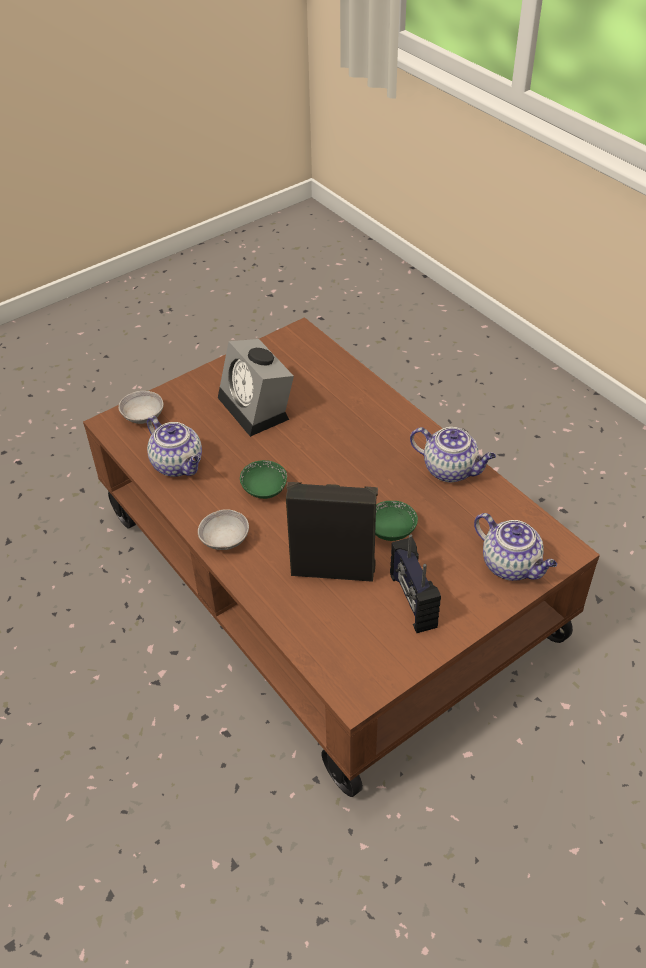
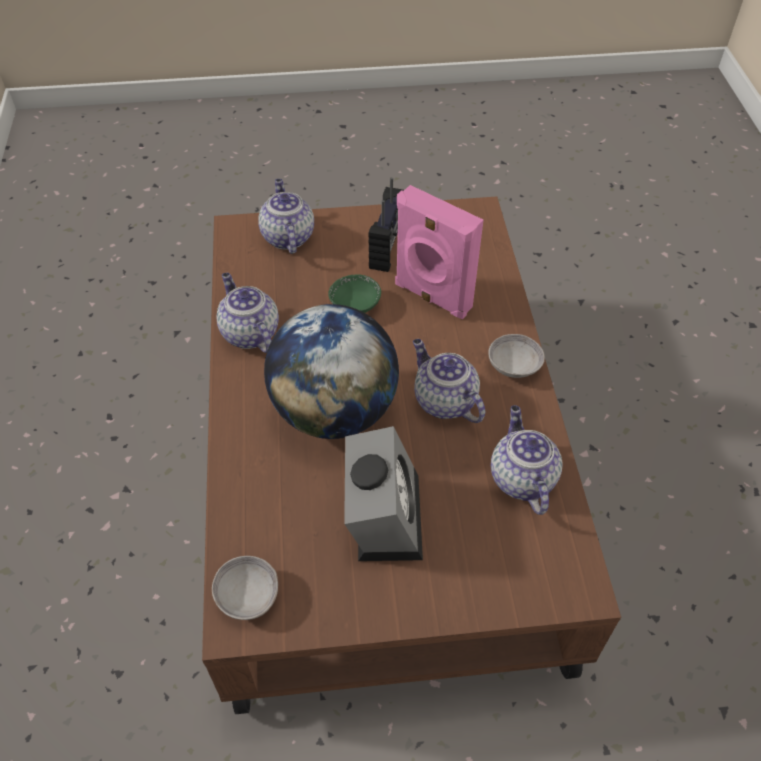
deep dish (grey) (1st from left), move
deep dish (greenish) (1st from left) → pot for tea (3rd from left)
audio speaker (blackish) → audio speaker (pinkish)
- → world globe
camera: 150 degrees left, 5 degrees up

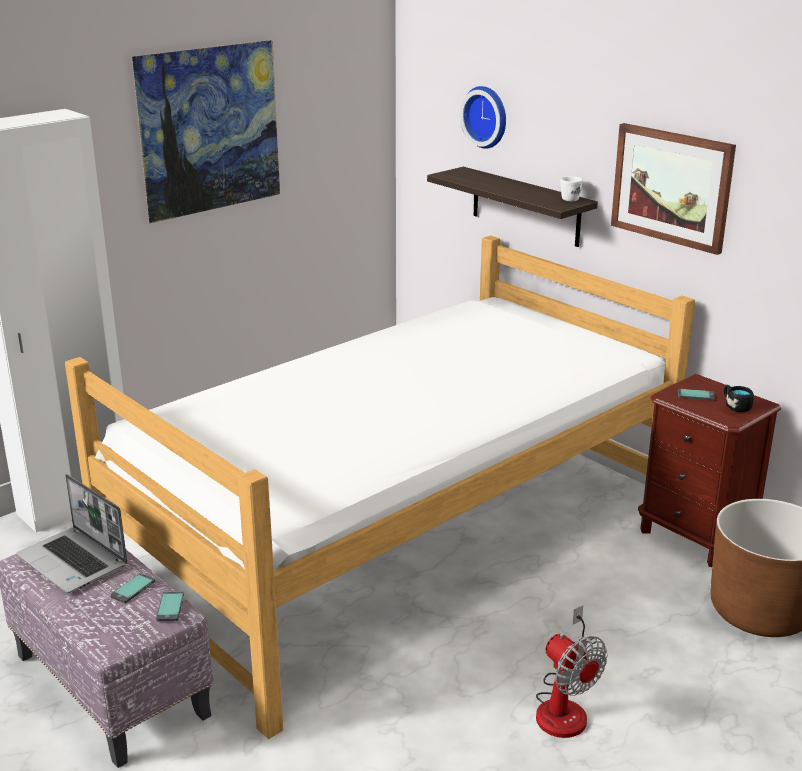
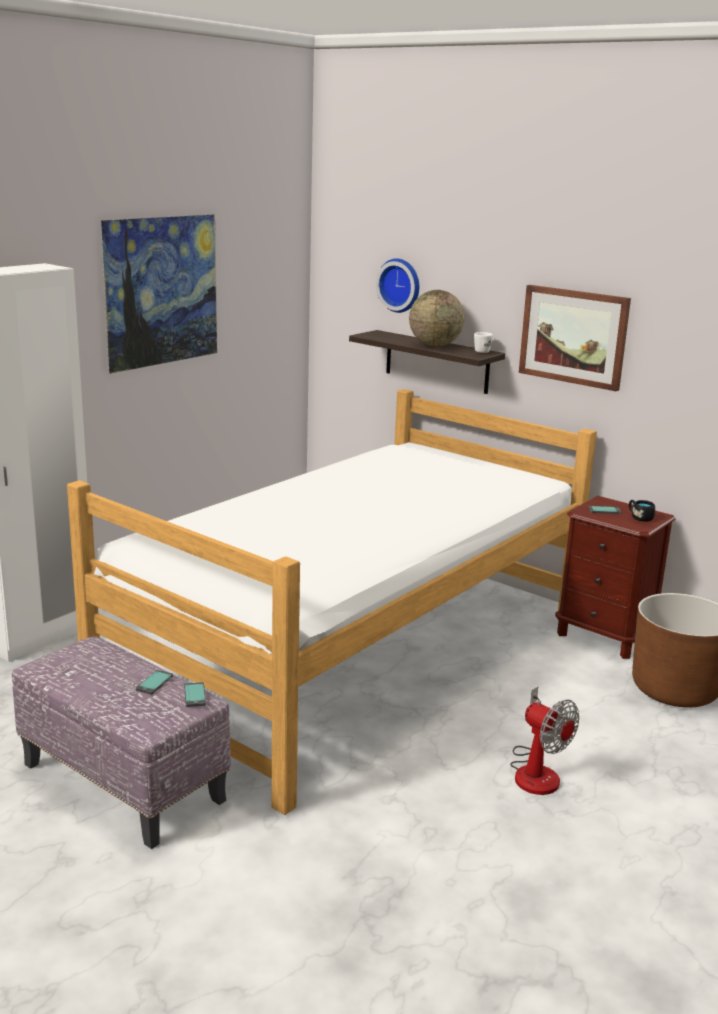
notebook computer → -
- → world globe
camera: 10 degrees left, 5 degrees down

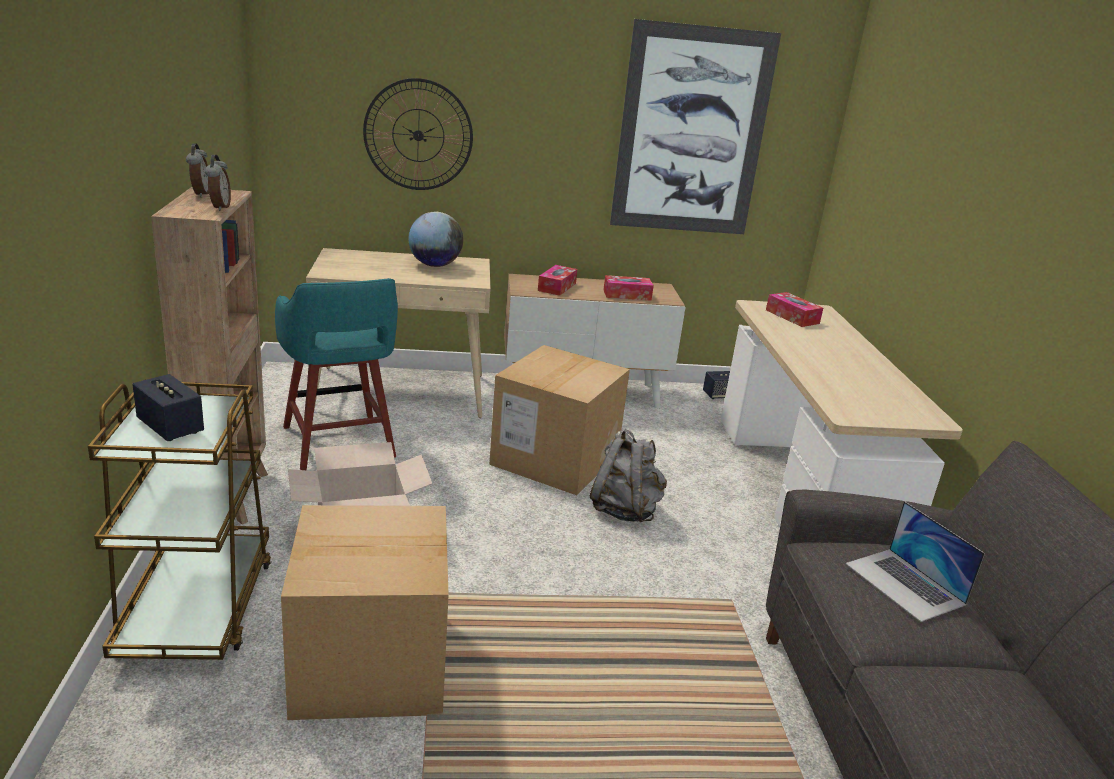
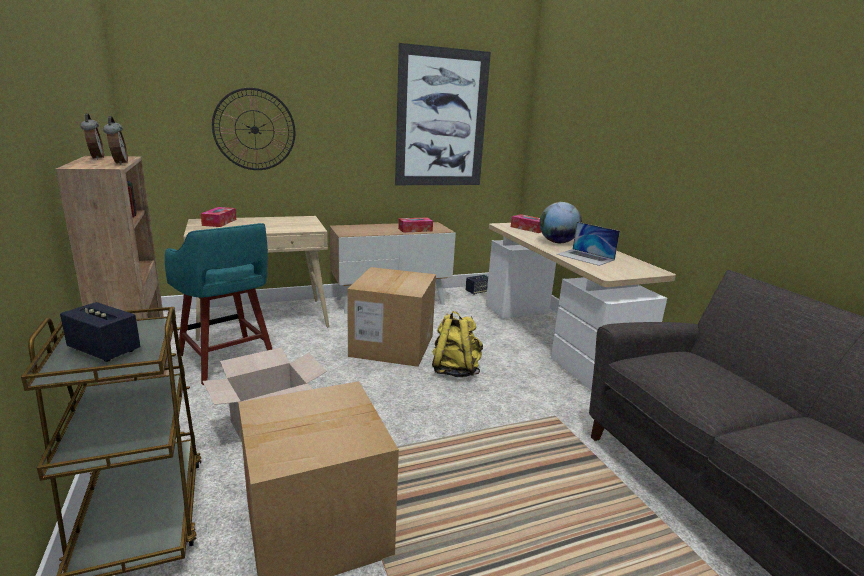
world globe, move
tissue holder (1st from left), move
rucksack (grey) → rucksack (yellow)
notebook computer, move
camera: 15 degrees left, 5 degrees down

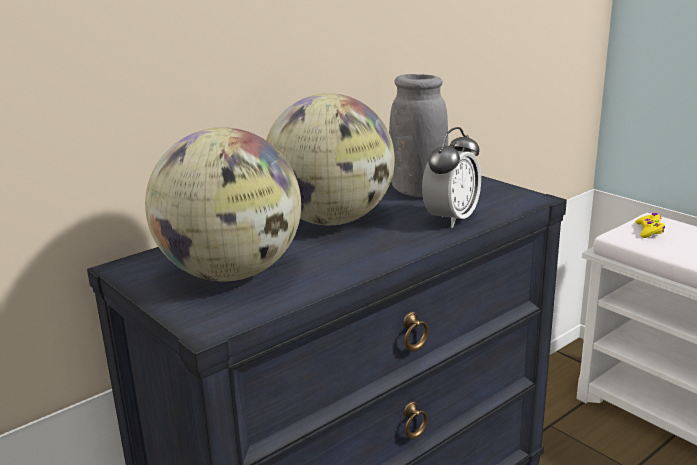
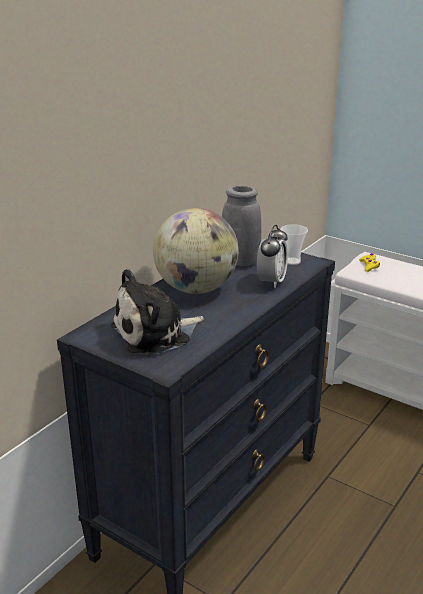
world globe (1st from left) → cuddly toy
- → drinking cup
camera: 15 degrees left, 5 degrees up

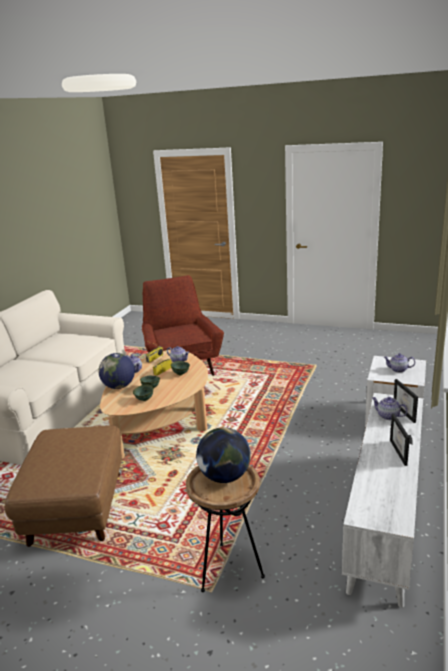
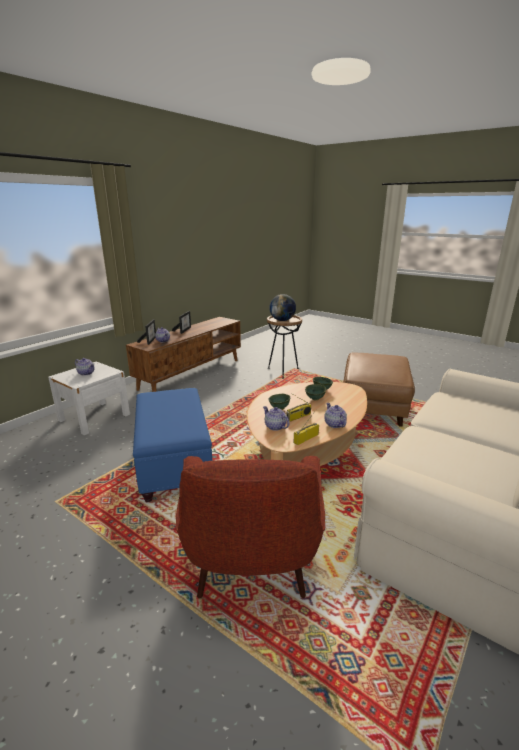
world globe (1st from left) → -
tv stand (whitish) → tv stand (brownish)
- → pouffe (bluish)
camera: 165 degrees left, 0 degrees up

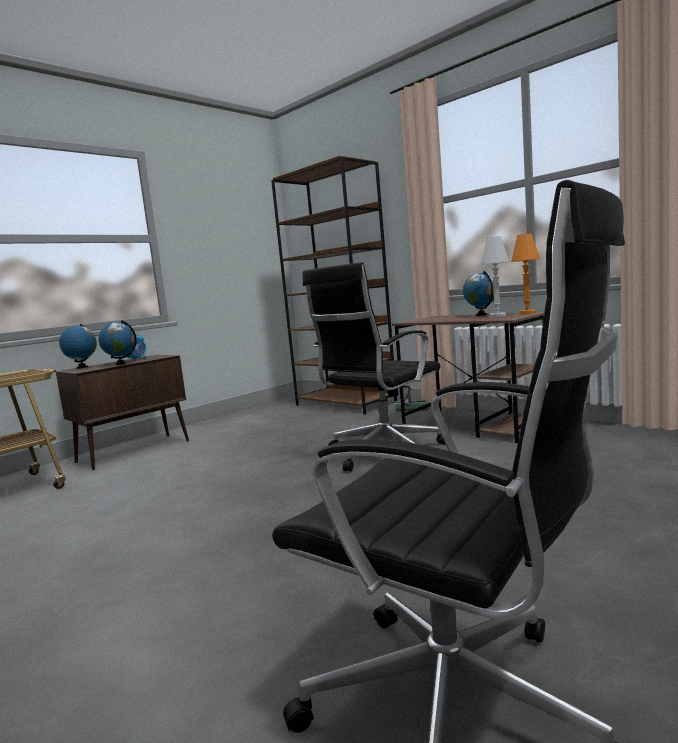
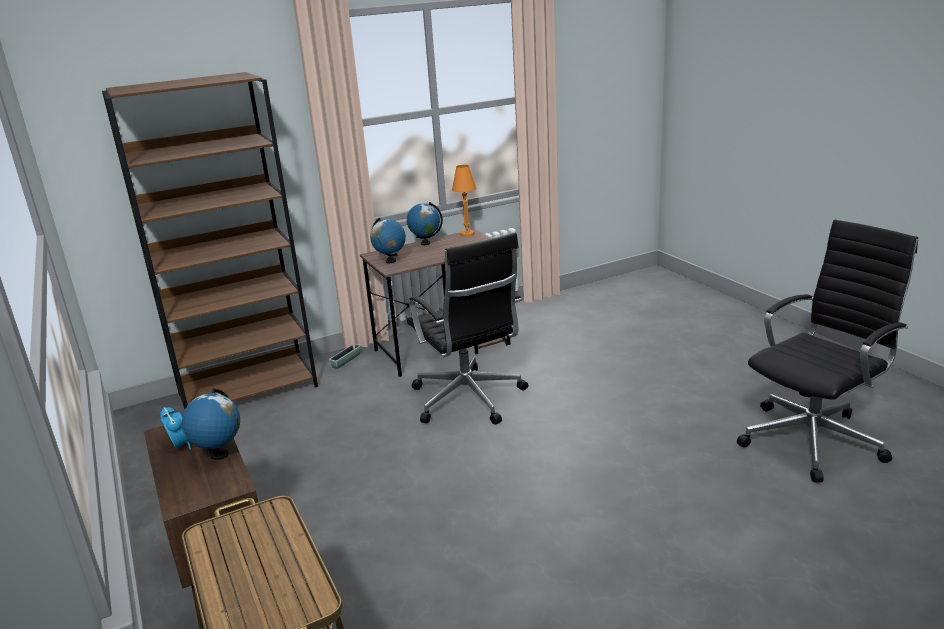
world globe (1st from left in the first image) → world globe (2nd from left), move
lamp for a table (whitish) → -
camera: 70 degrees left, 15 degrees up

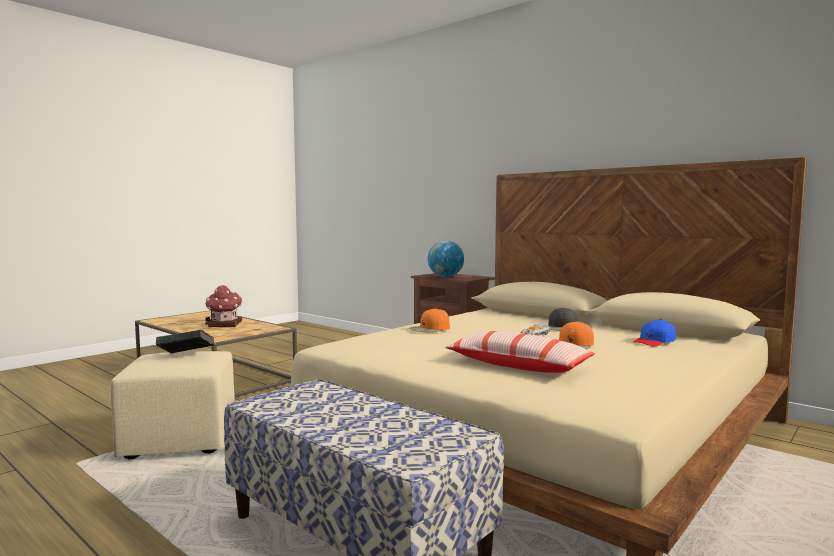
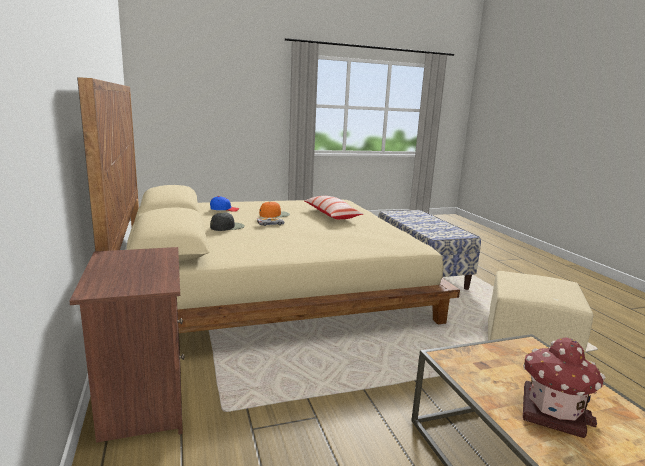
bound book → -
cap (orange) (1st from left) → -
world globe → -
camera: 150 degrees left, 10 degrees up

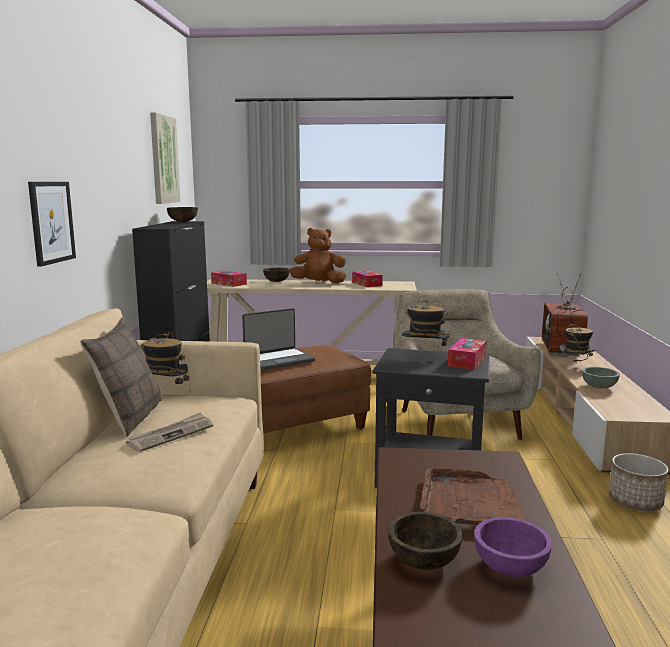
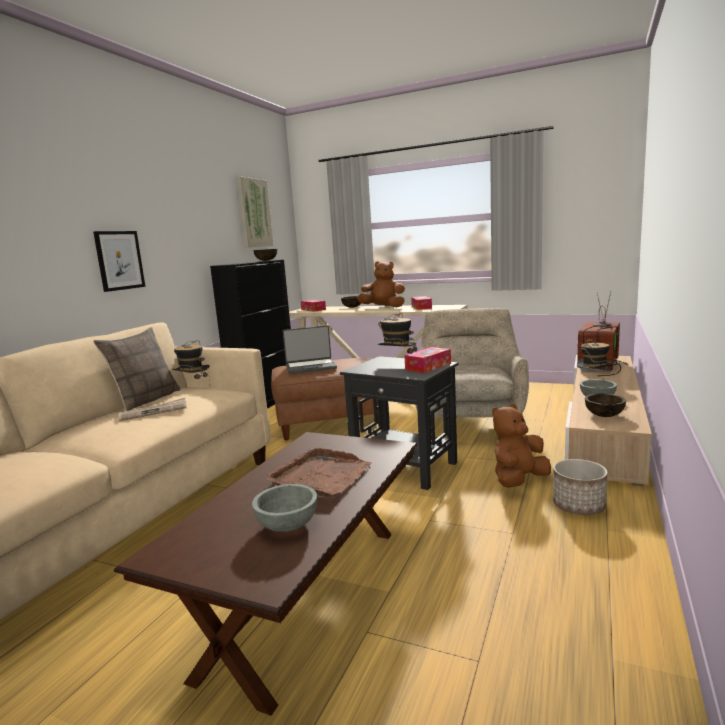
deep dish (brownish) (3rd from left), move
deep dish (purple-coloured) → deep dish (grey) (1st from left)
- → cuddly toy (brownish) (2nd from left)
camera: 20 degrees right, 0 degrees up

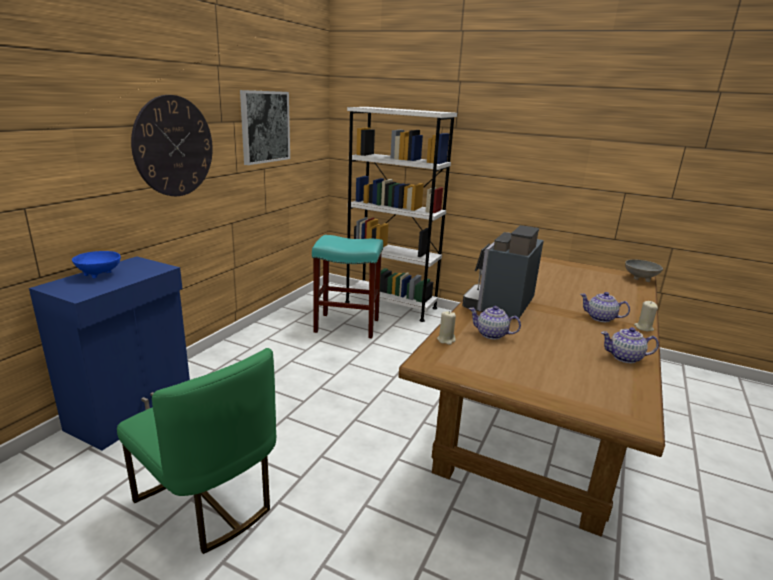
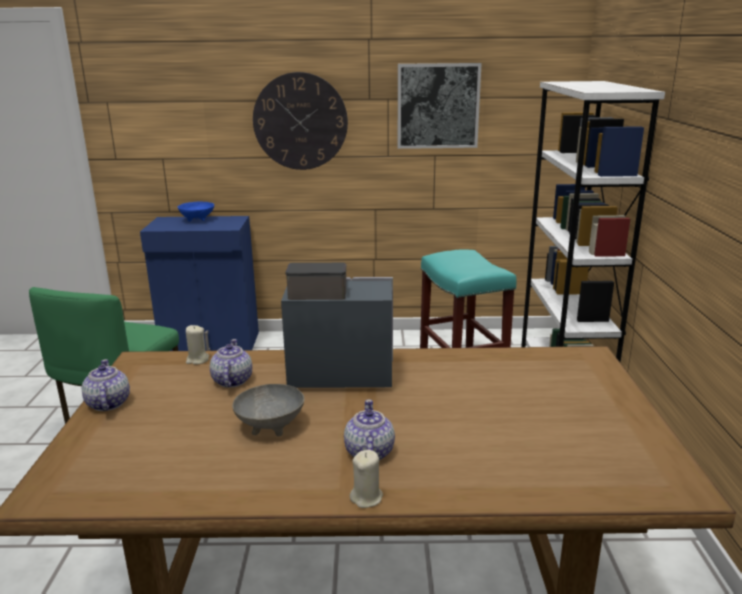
pot for tea (3rd from left in the first image) → pot for tea (1st from left), move
deep dish (grey), move
camera: 65 degrees right, 0 degrees up

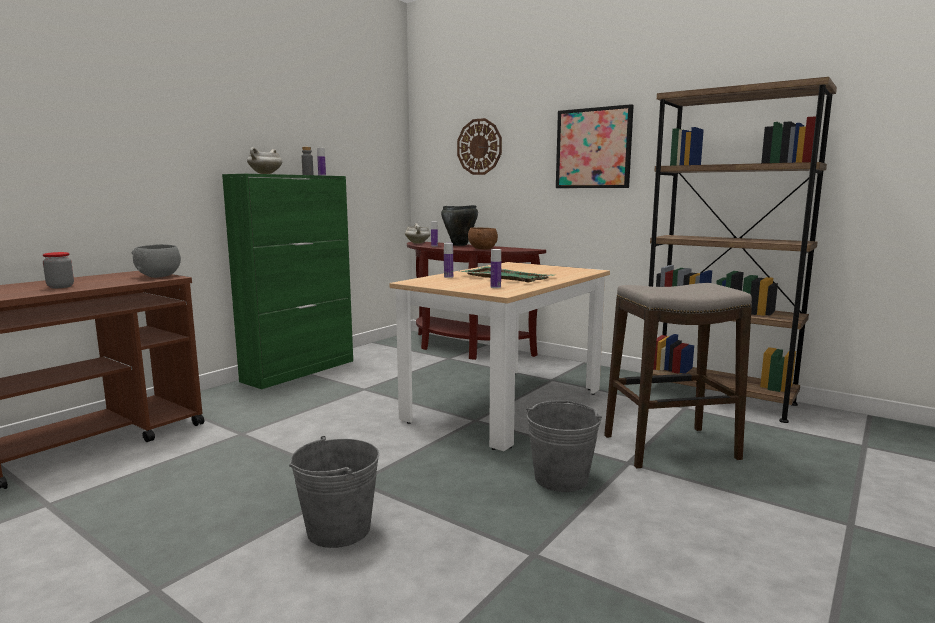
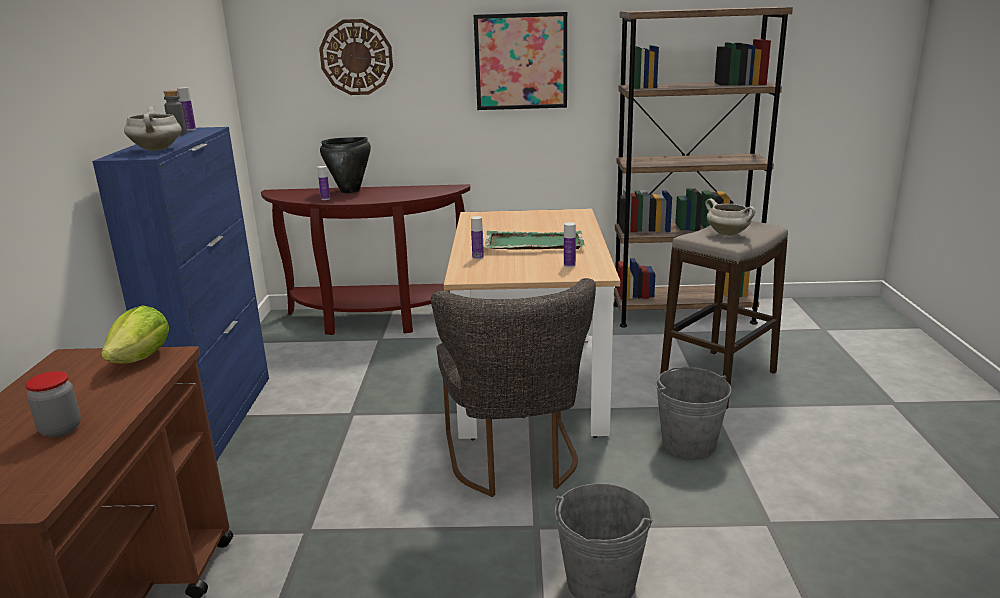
deep dish (grey) → lettuce
storage cabinet (greenish) → storage cabinet (bluish)
cooking pot (whitish) (2nd from left), move
deep dish (brownish) → -
- → chair (grey)
camera: 35 degrees left, 10 degrees up

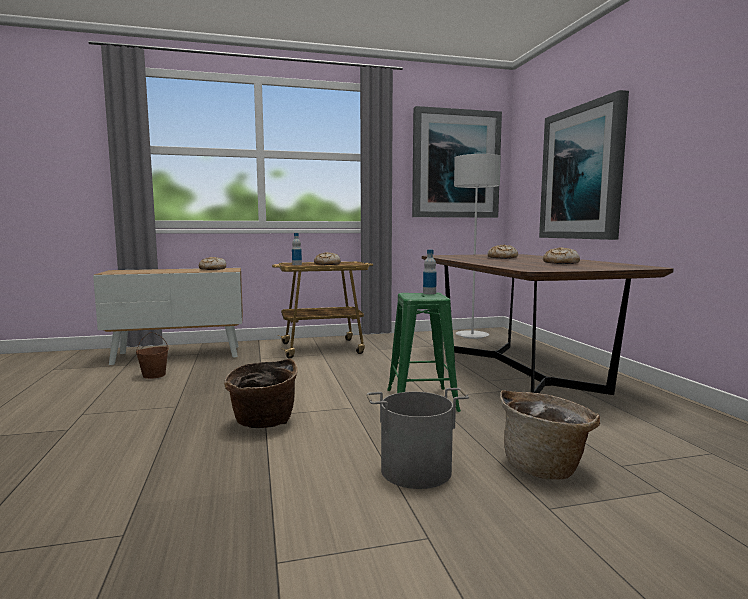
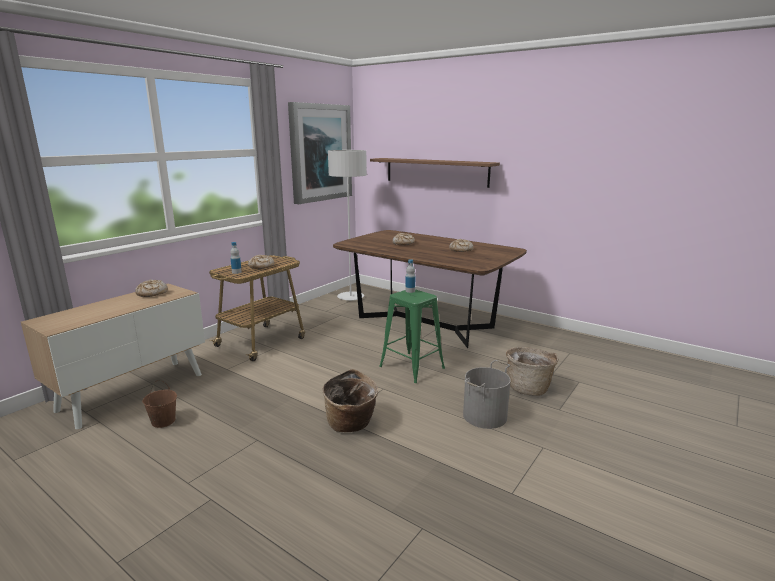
wall picture (2nd from left) → wall shelf (brownish)
camera: 40 degrees left, 10 degrees up

